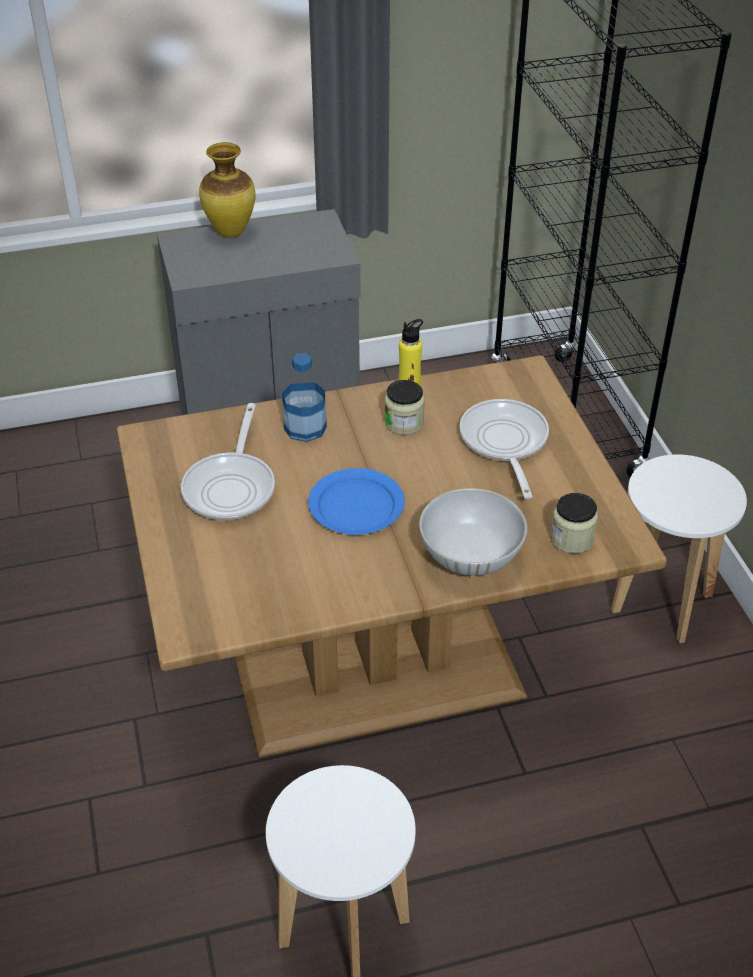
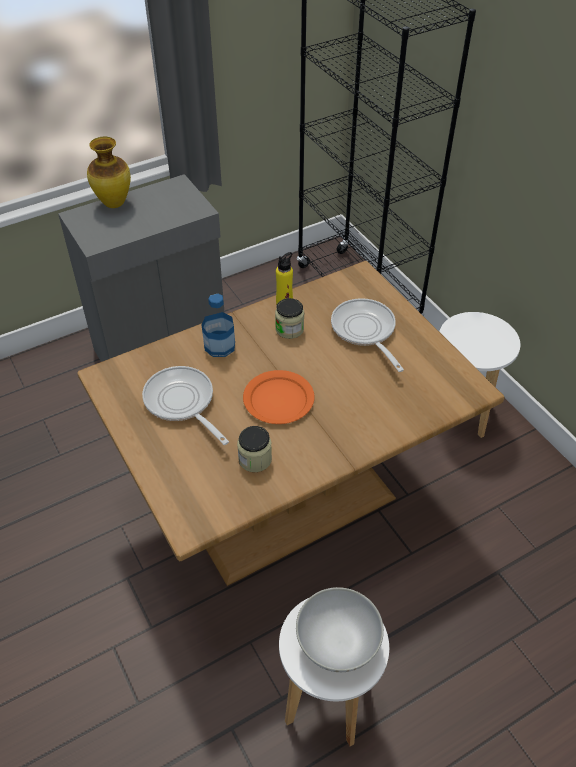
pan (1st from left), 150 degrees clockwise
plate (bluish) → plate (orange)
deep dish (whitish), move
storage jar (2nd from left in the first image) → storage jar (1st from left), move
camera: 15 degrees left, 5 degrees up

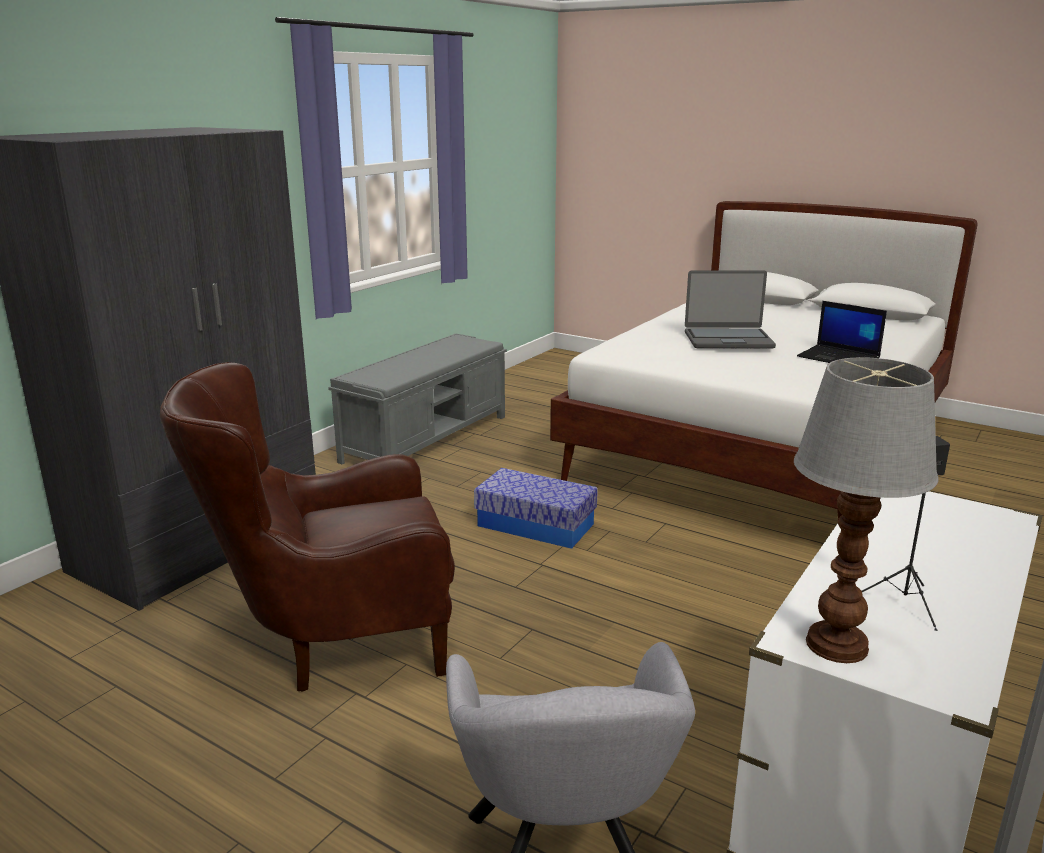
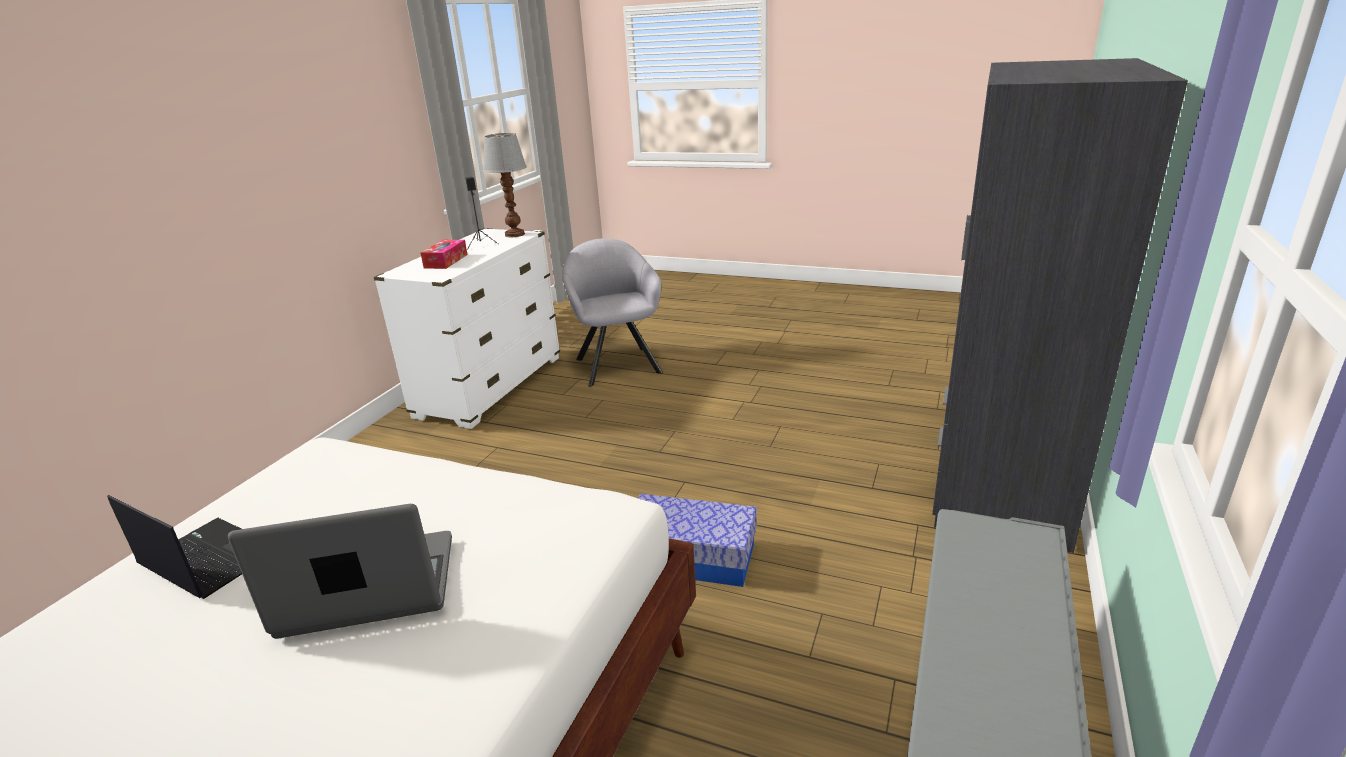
easy chair (brownish) → -
- → tissue holder
camera: 170 degrees right, 5 degrees up

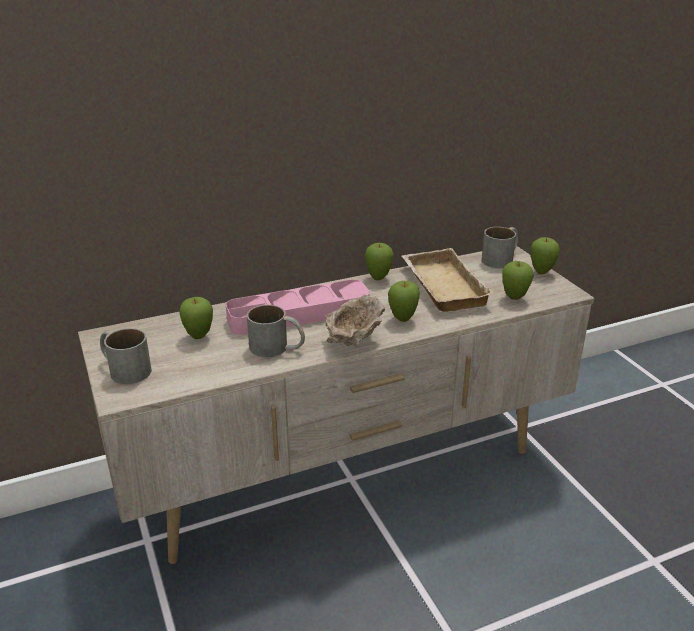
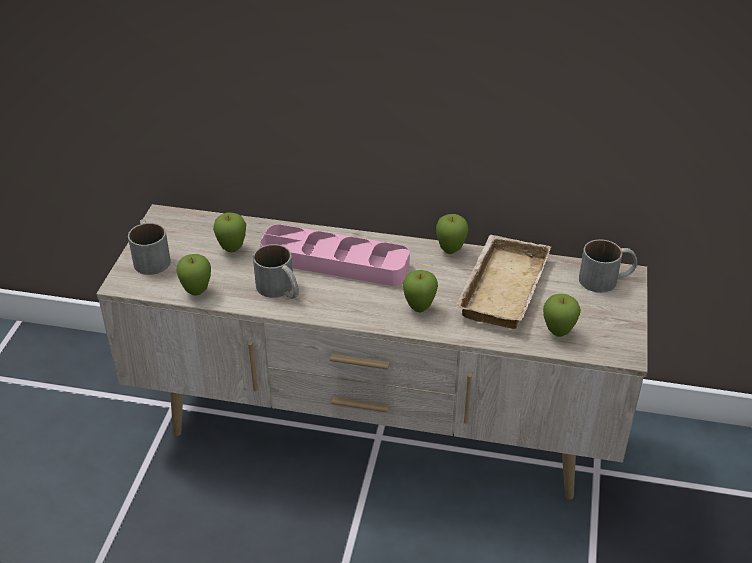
deep dish (beige) → -
whole apple (5th from left in the first image) → whole apple (1st from left), move
camera: 35 degrees right, 10 degrees up

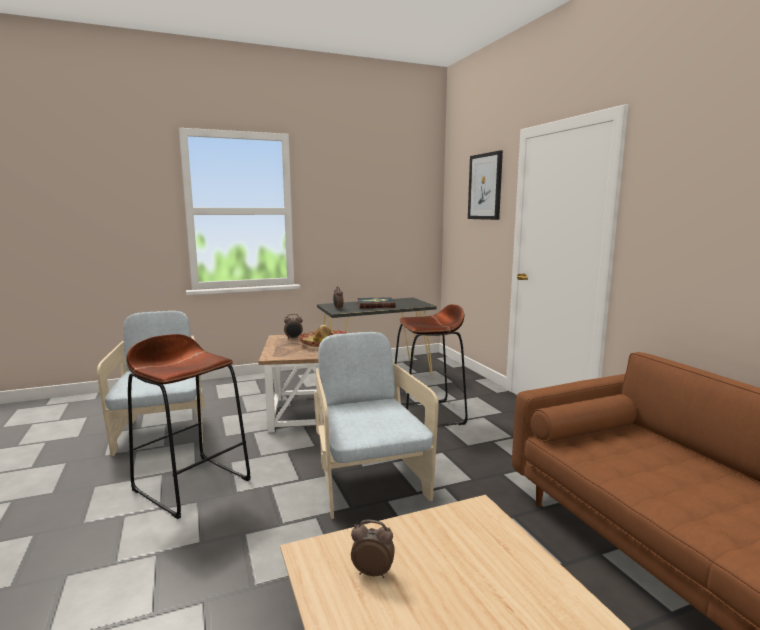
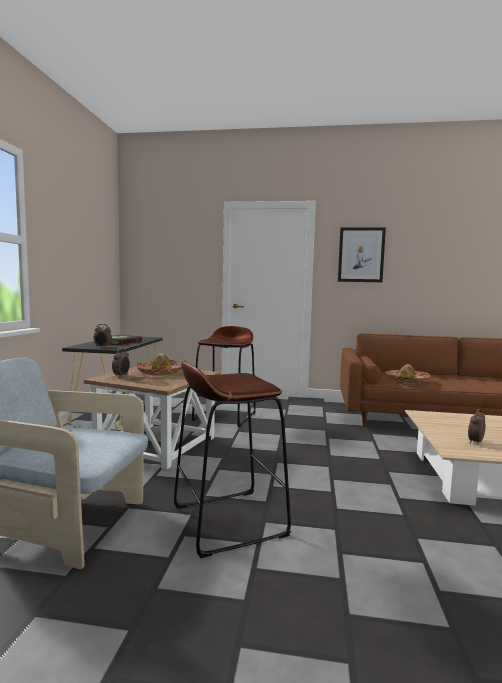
easy chair (beige) (2nd from left) → -
wall picture, move
- → hat (2nd from left)
camera: 60 degrees left, 5 degrees down

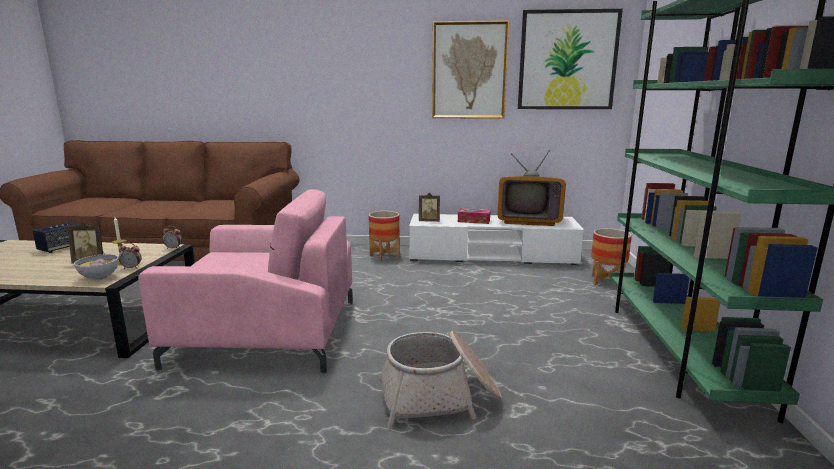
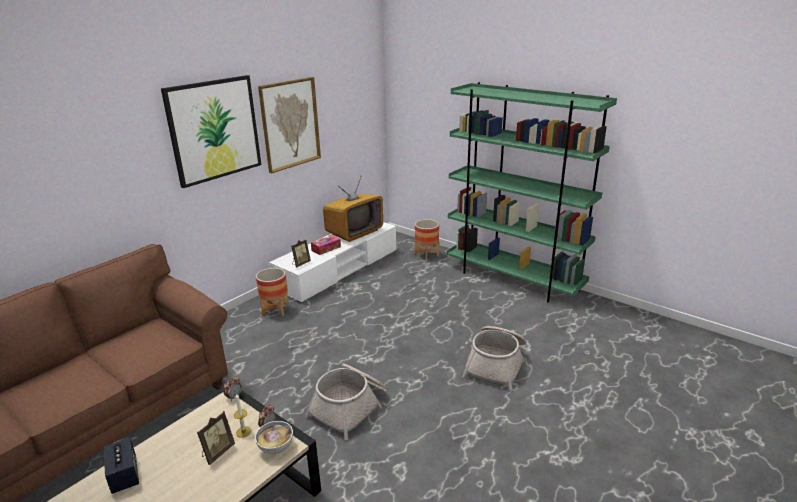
easy chair (pinkish) → basket (1st from left)
wall picture (2nd from left in the first image) → wall picture (1st from left), move
camera: 55 degrees left, 10 degrees up

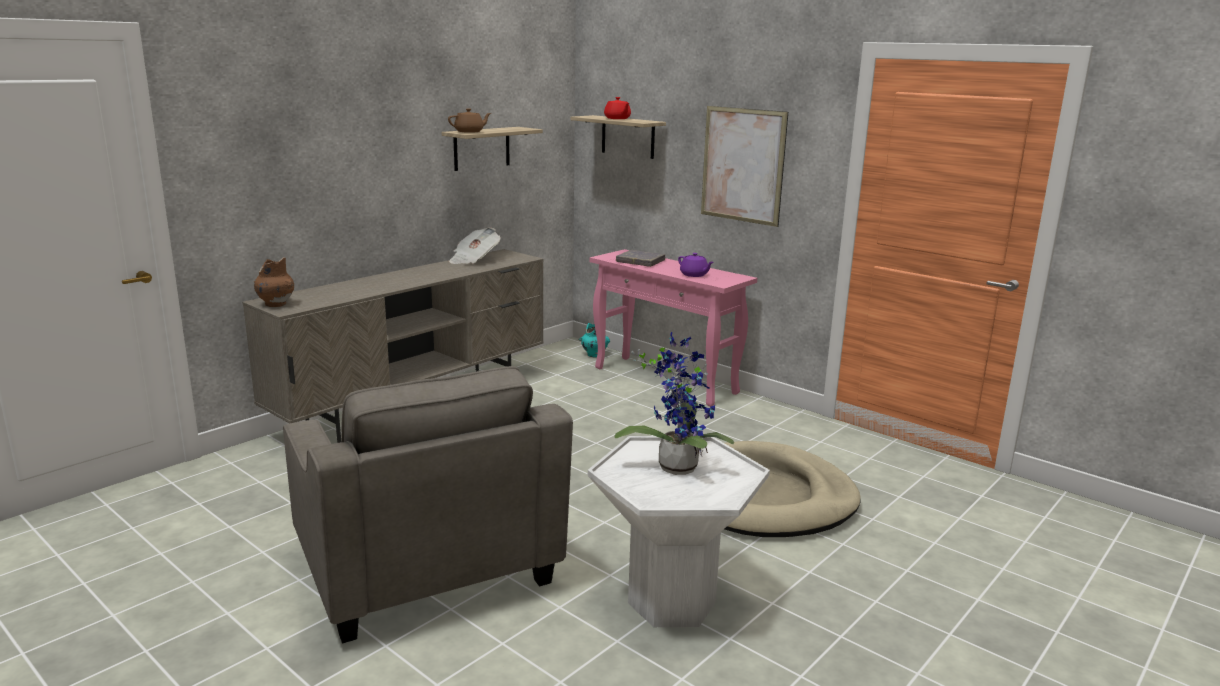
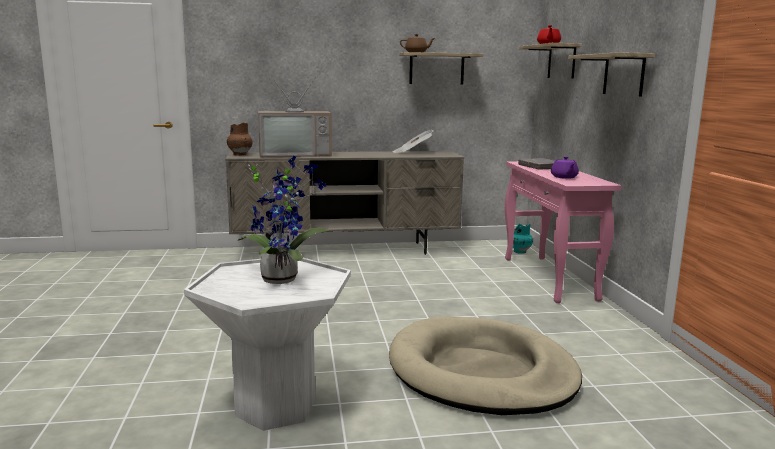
easy chair (grey) → -
wall picture → wall shelf (3rd from left)
- → TV
camera: 40 degrees right, 5 degrees down

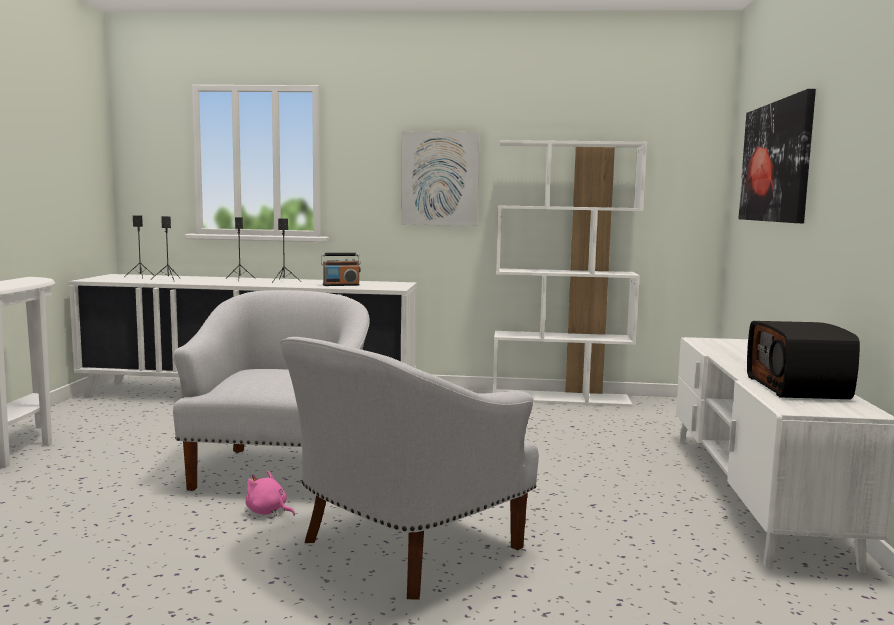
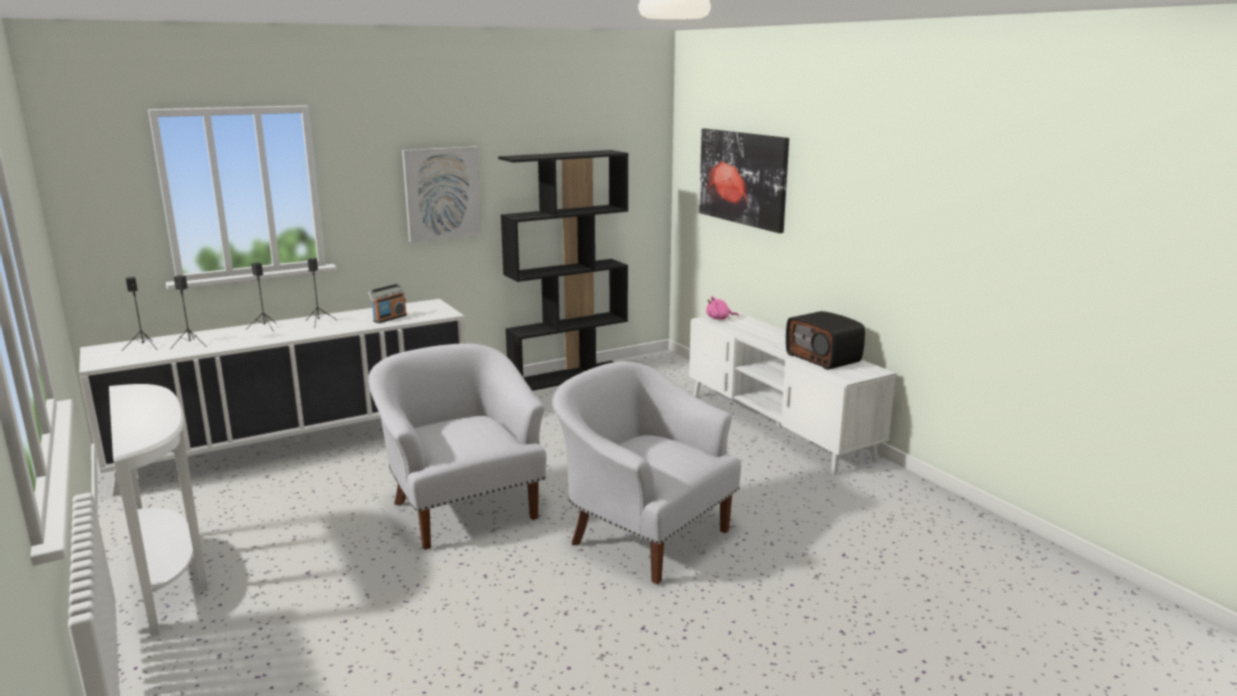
cuddly toy (pinkish), move
easy chair (whitish) (2nd from left), 120 degrees clockwise
bookshelf (whitish) → bookshelf (blackish)
camera: 35 degrees left, 10 degrees up

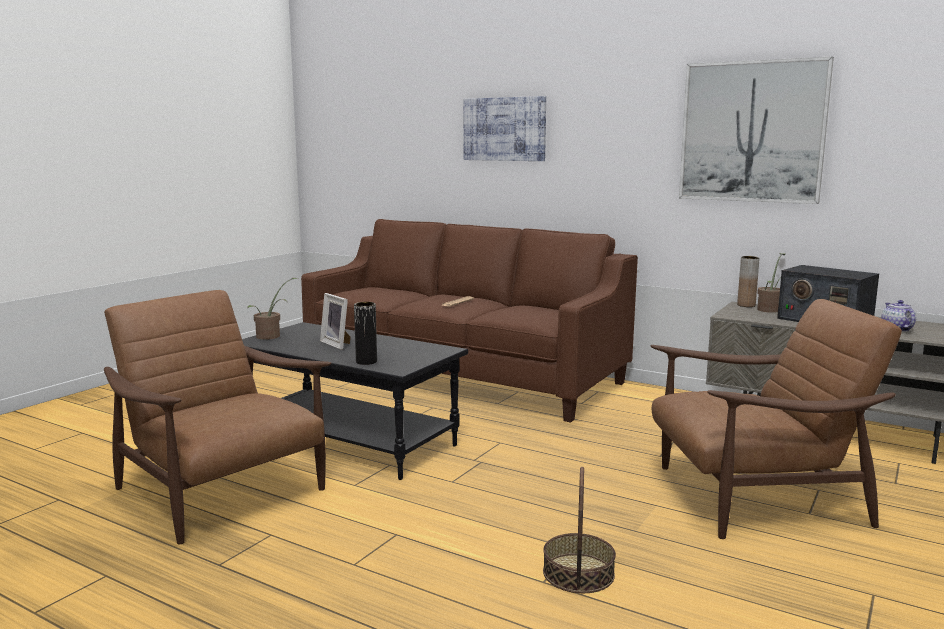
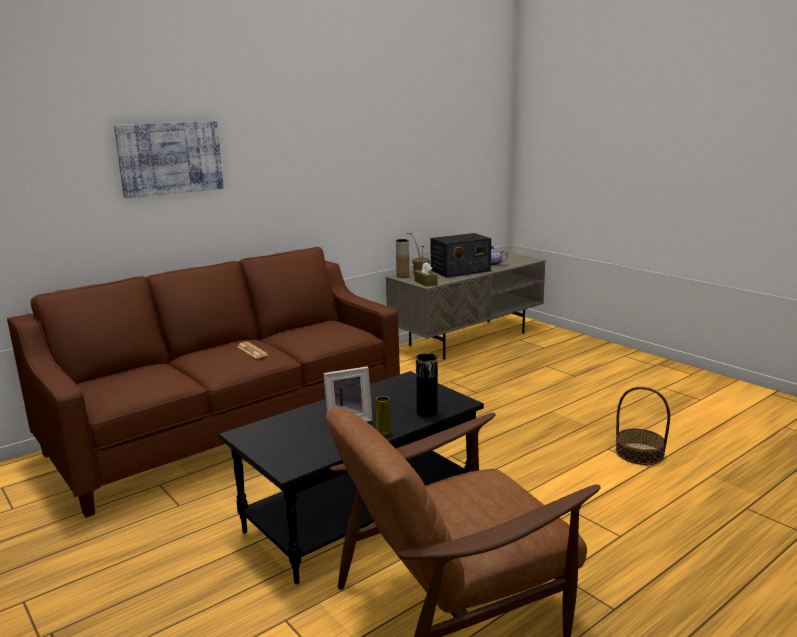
houseplant (1st from left) → -
easy chair (brownish) (2nd from left) → -
wall picture (2nd from left) → -
- → decorative vase (yellow)
- → tissue holder (brownish)
camera: 70 degrees left, 5 degrees up

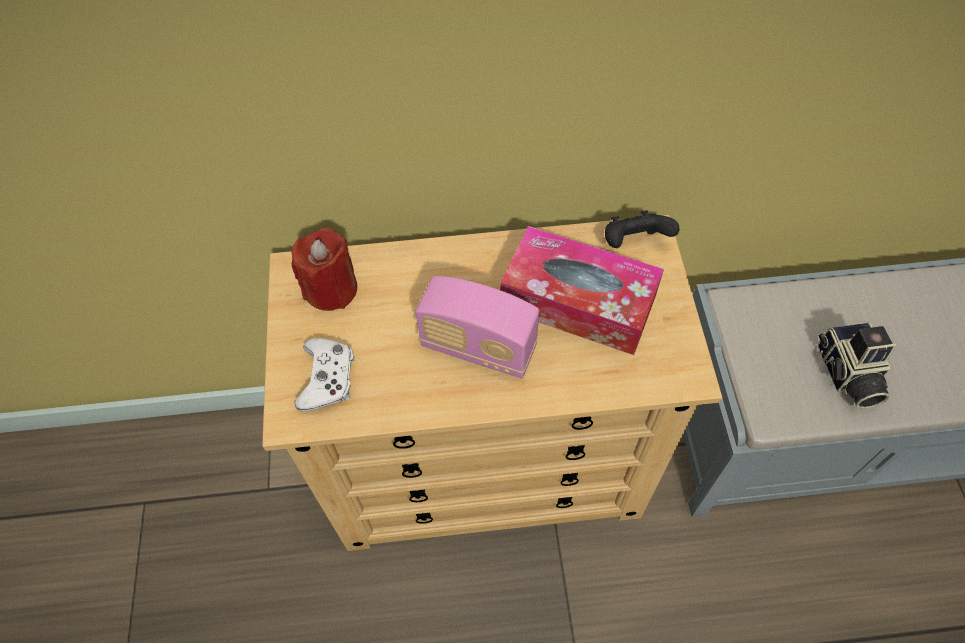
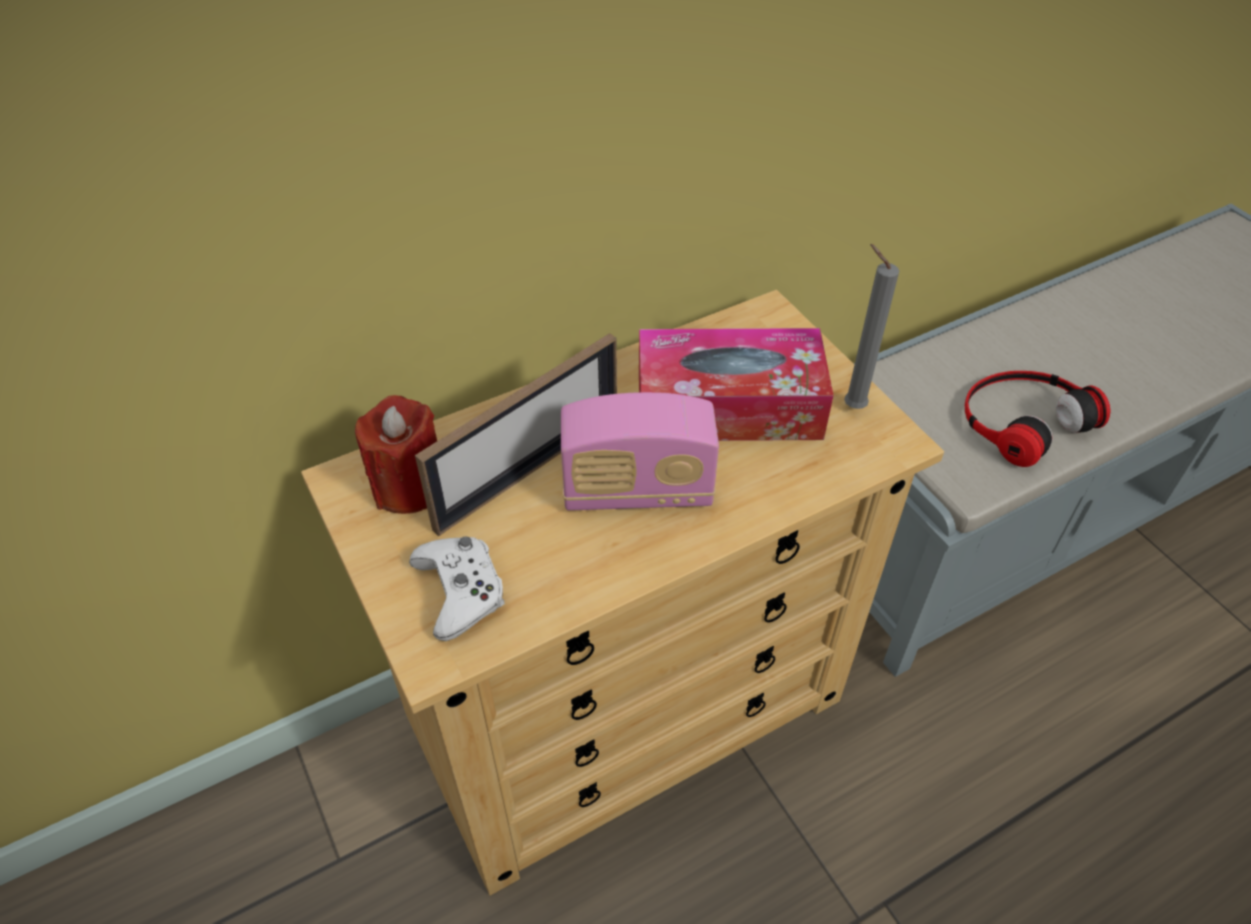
game controller (blackish) → -
still camera → headset
- → standing frame
- → candle (grey)
camera: 25 degrees left, 10 degrees down

